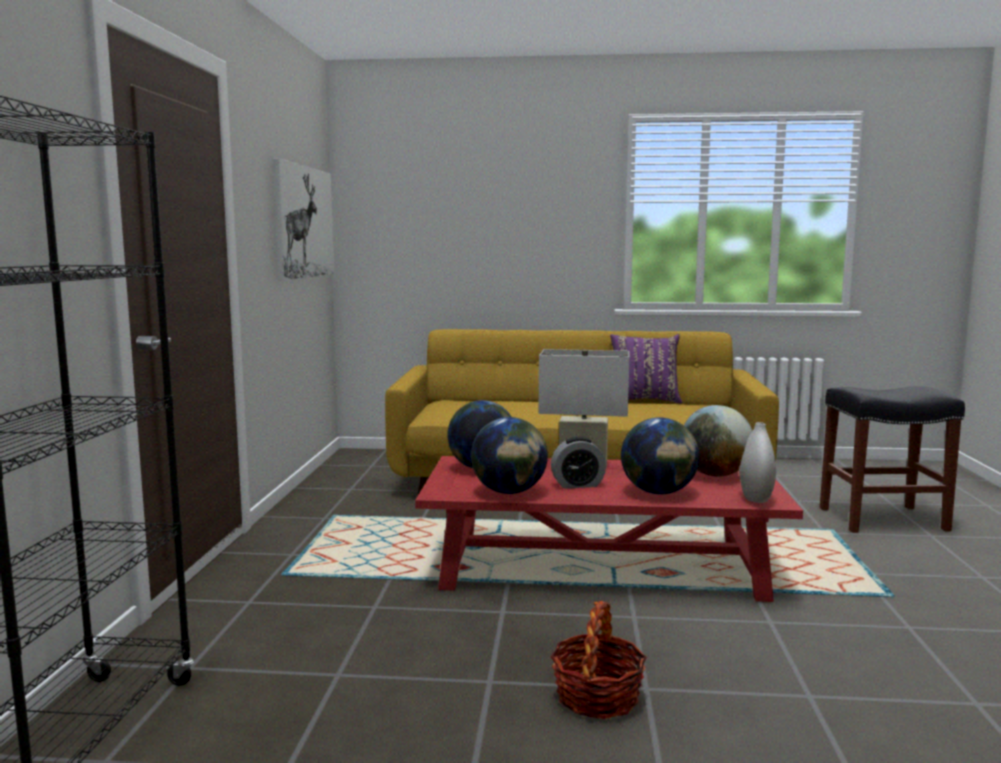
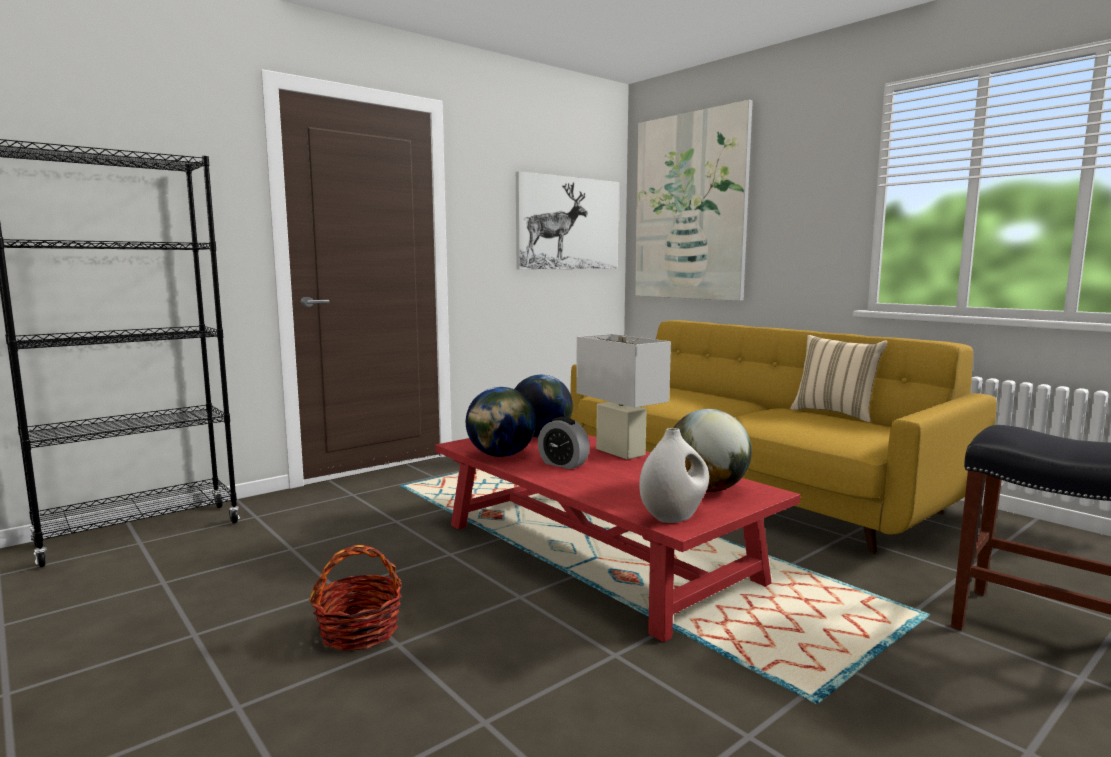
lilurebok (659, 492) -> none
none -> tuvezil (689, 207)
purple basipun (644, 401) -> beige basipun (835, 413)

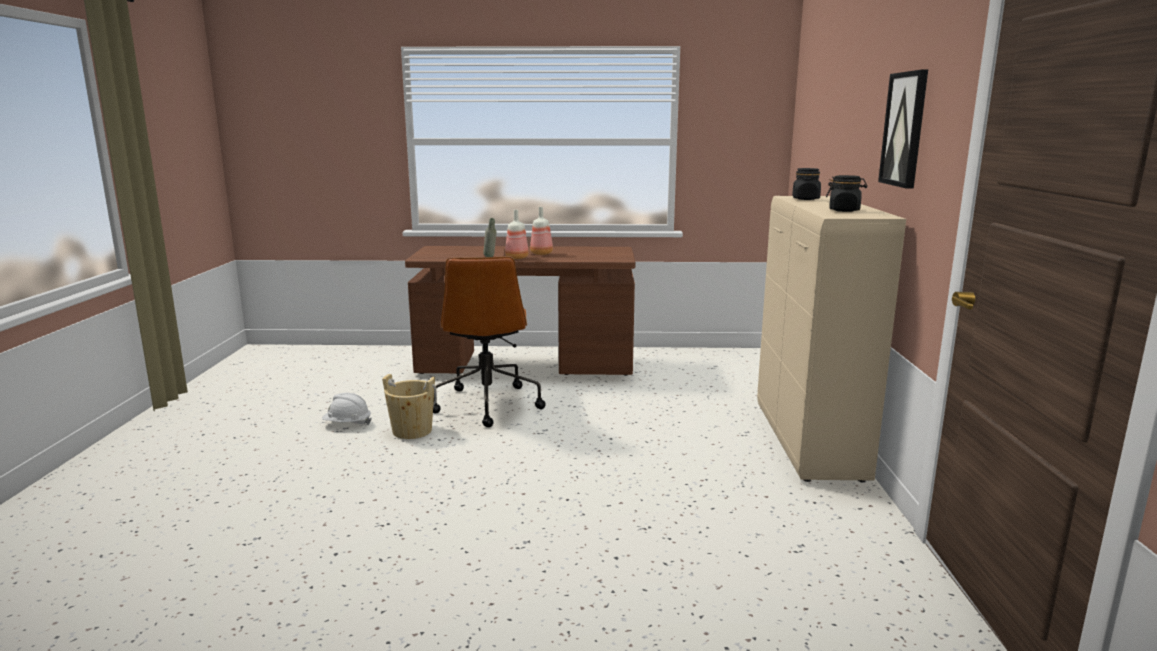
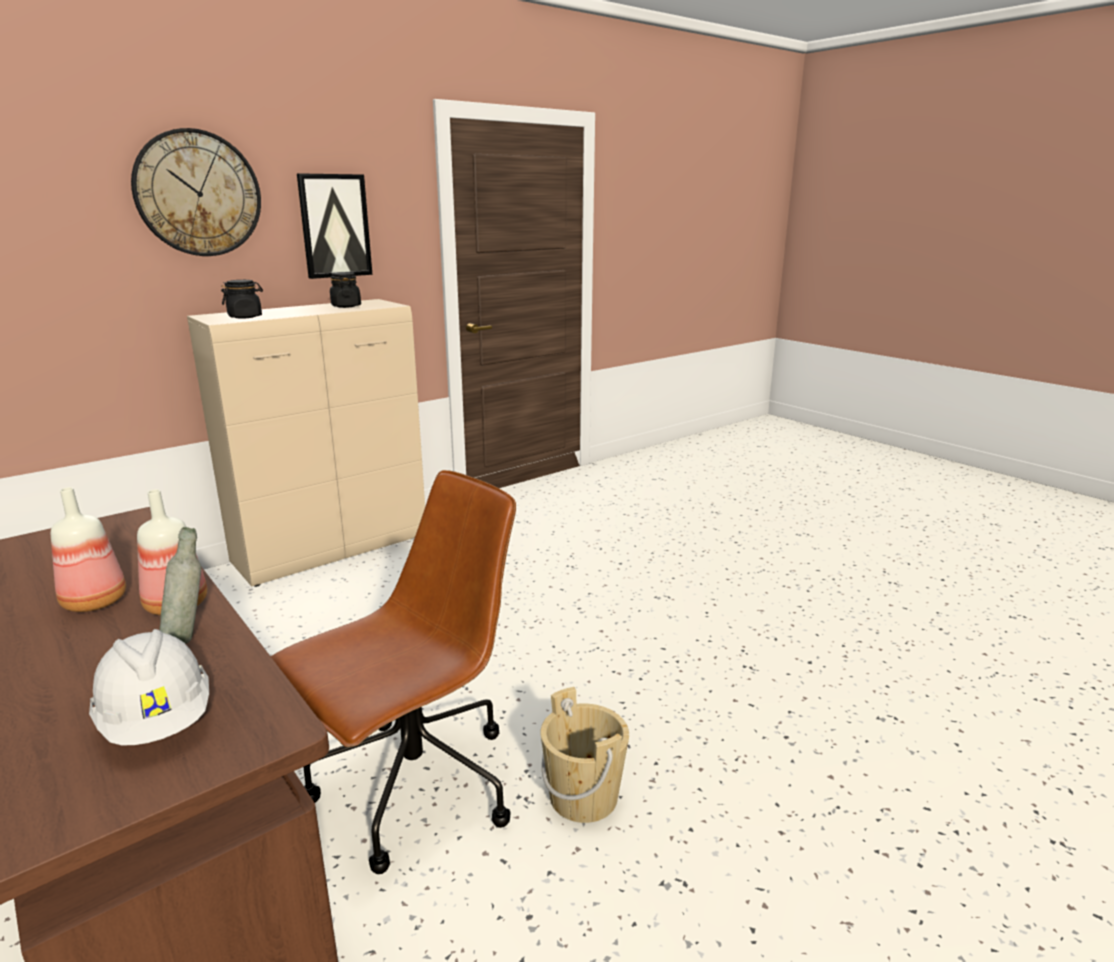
none -> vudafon (198, 194)
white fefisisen (347, 424) -> white fefisisen (157, 721), move

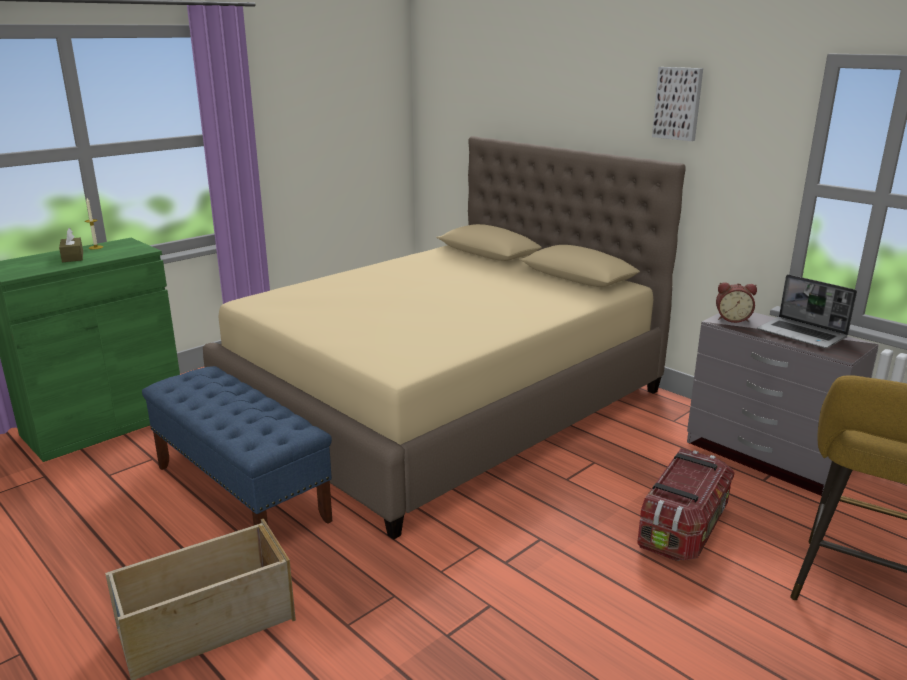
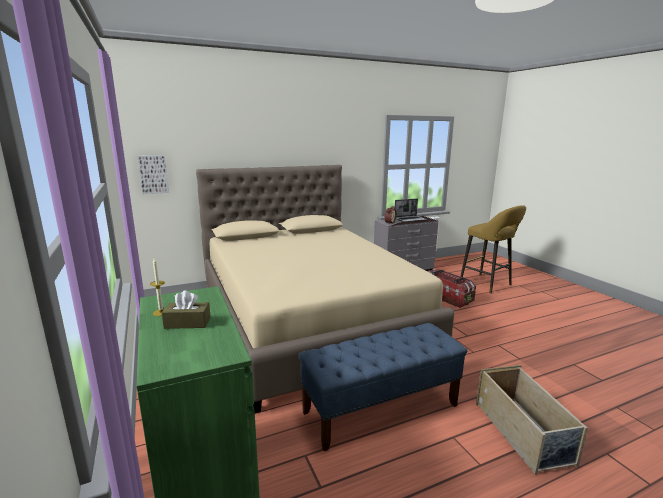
tuvezil (678, 103) -> tuvezil (153, 174), move

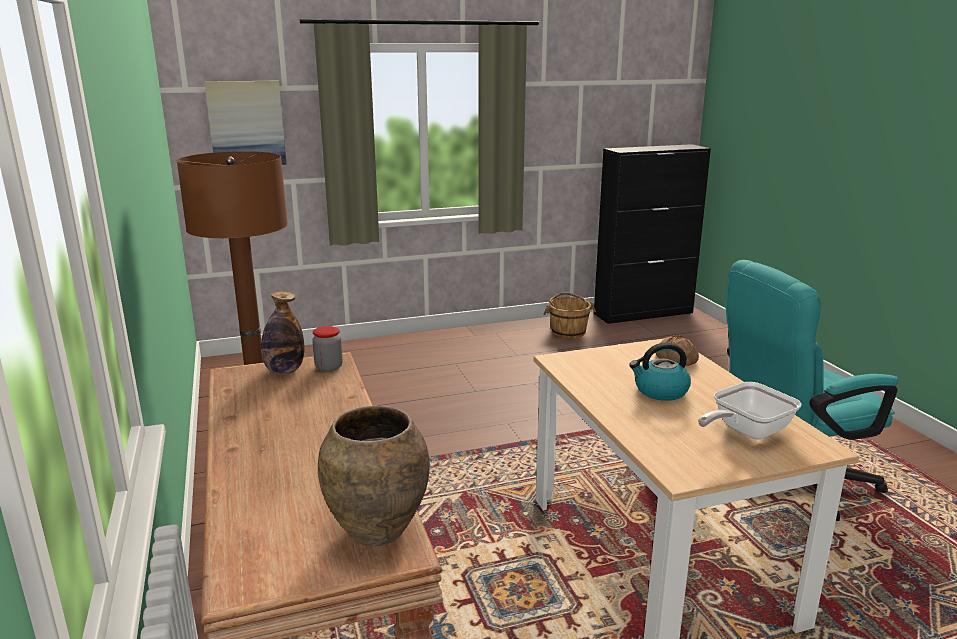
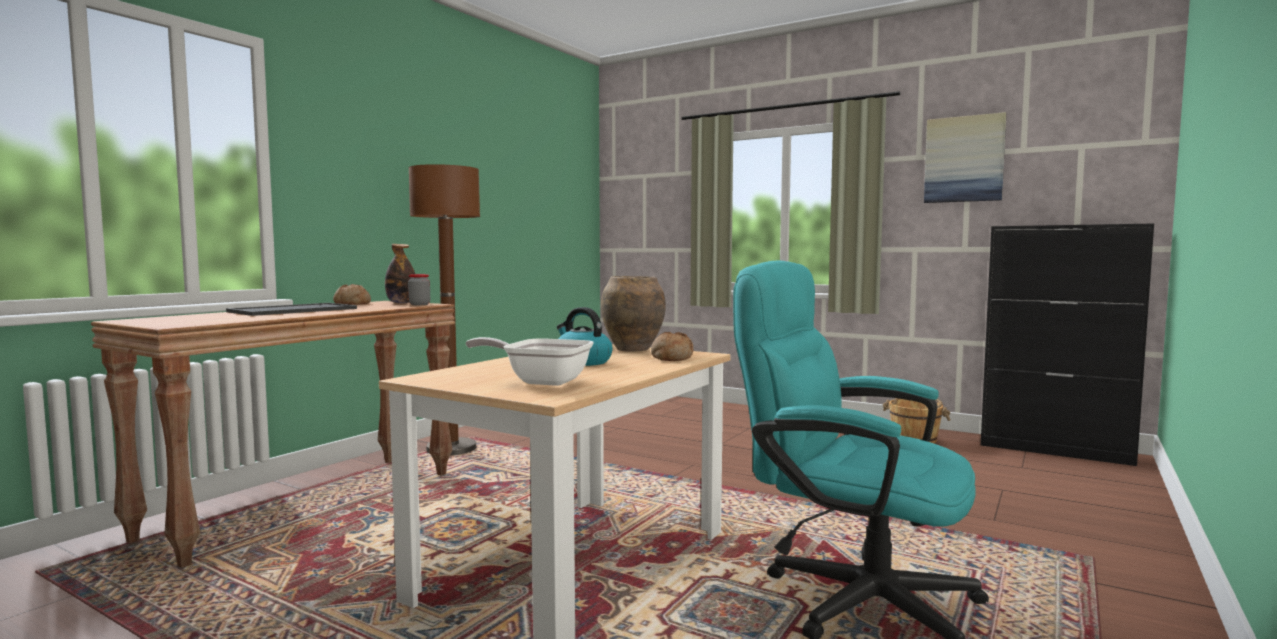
none -> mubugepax (293, 310)
none -> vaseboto (352, 304)
tuvezil (246, 124) -> tuvezil (964, 159), move
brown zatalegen (376, 530) -> brown zatalegen (632, 349), move

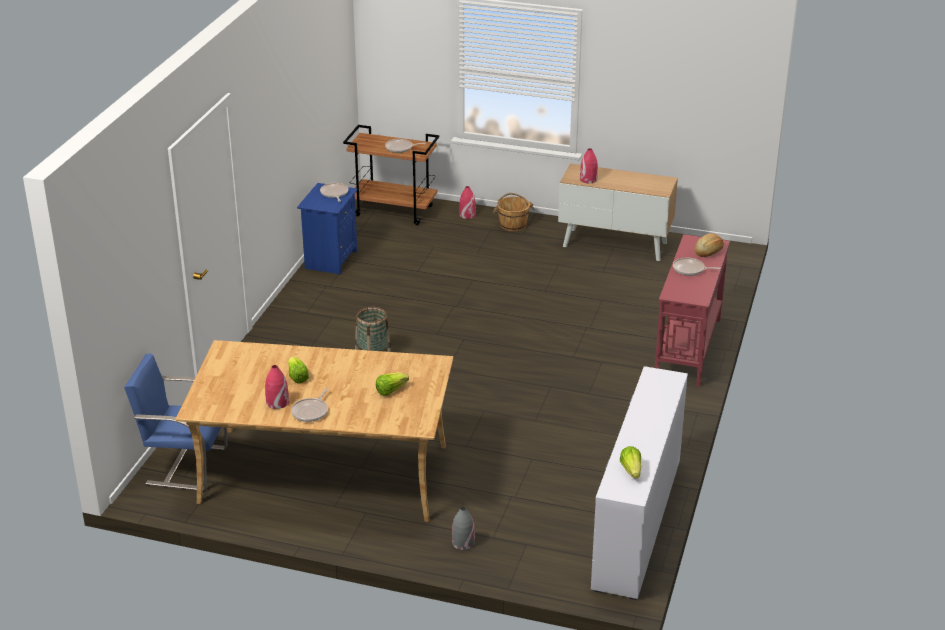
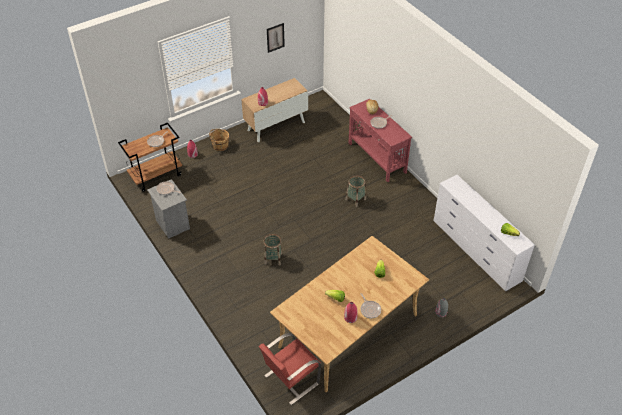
none -> tuvezil (275, 37)
none -> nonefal (355, 199)
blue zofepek (185, 465) -> red zofepek (290, 380)
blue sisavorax (330, 260) -> grey sisavorax (172, 225)

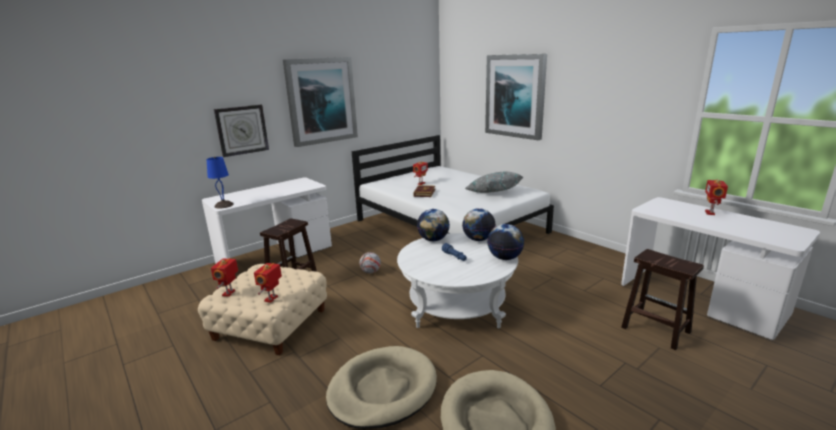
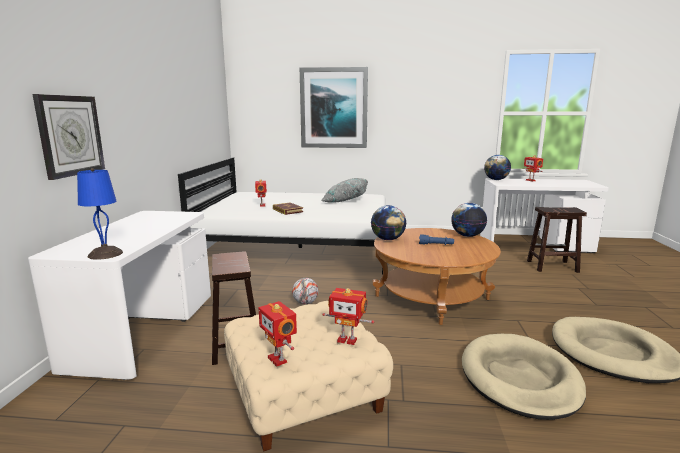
tuvezil (321, 101) -> none
lilurebok (478, 239) -> lilurebok (496, 180), move
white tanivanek (457, 305) -> brown tanivanek (432, 298)
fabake (272, 299) -> fabake (347, 340), 45 degrees counterclockwise

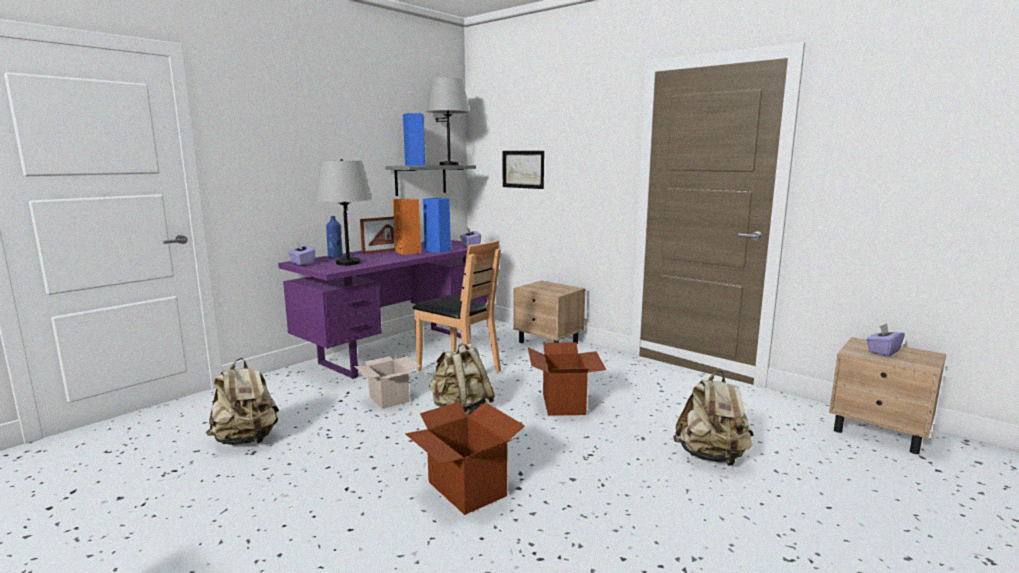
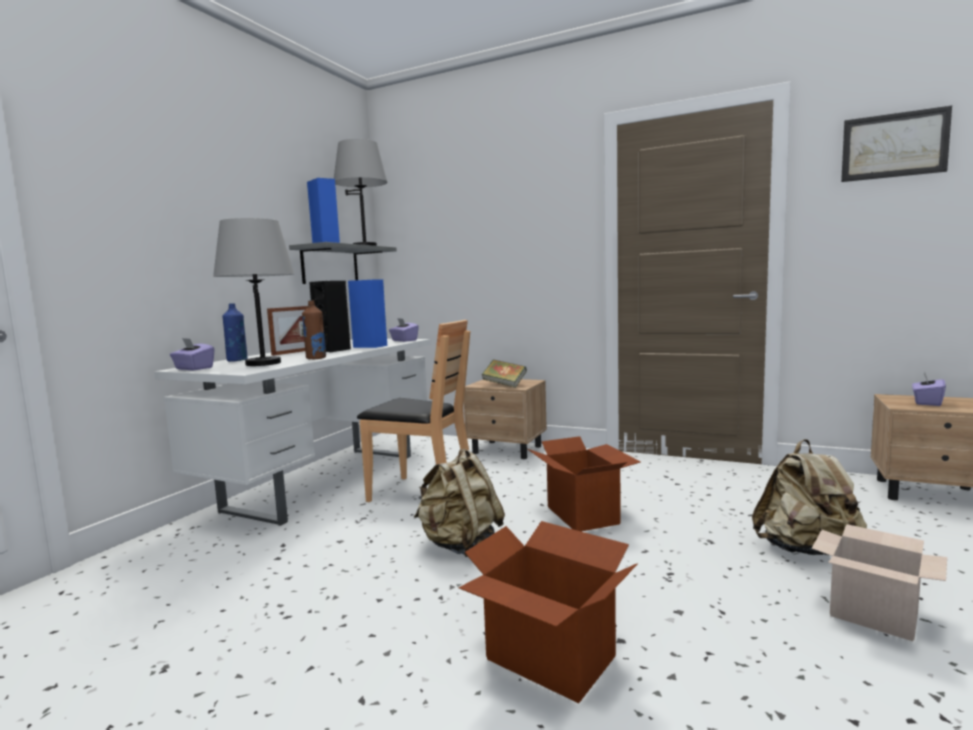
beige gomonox (247, 440) -> none
none -> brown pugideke (316, 358)
none -> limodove (504, 385)
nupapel (390, 399) -> nupapel (876, 614), move
tuvezil (523, 169) -> tuvezil (894, 145), move
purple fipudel (399, 350) -> white fipudel (326, 480)
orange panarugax (408, 252) -> black panarugax (334, 350)

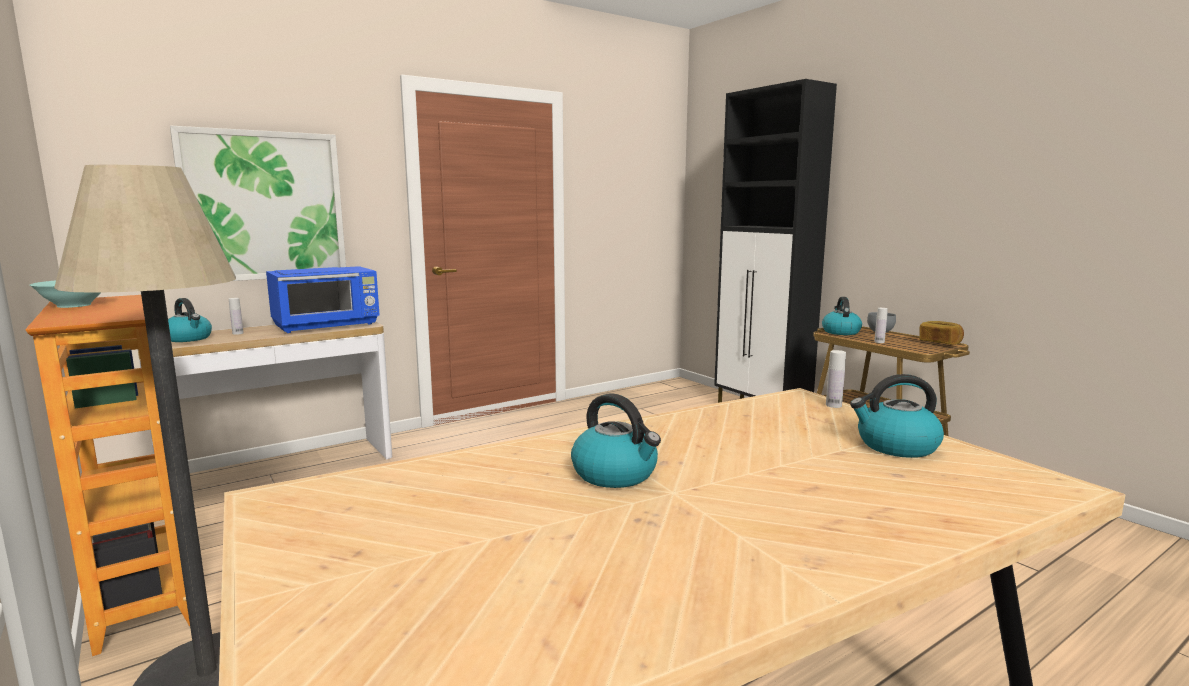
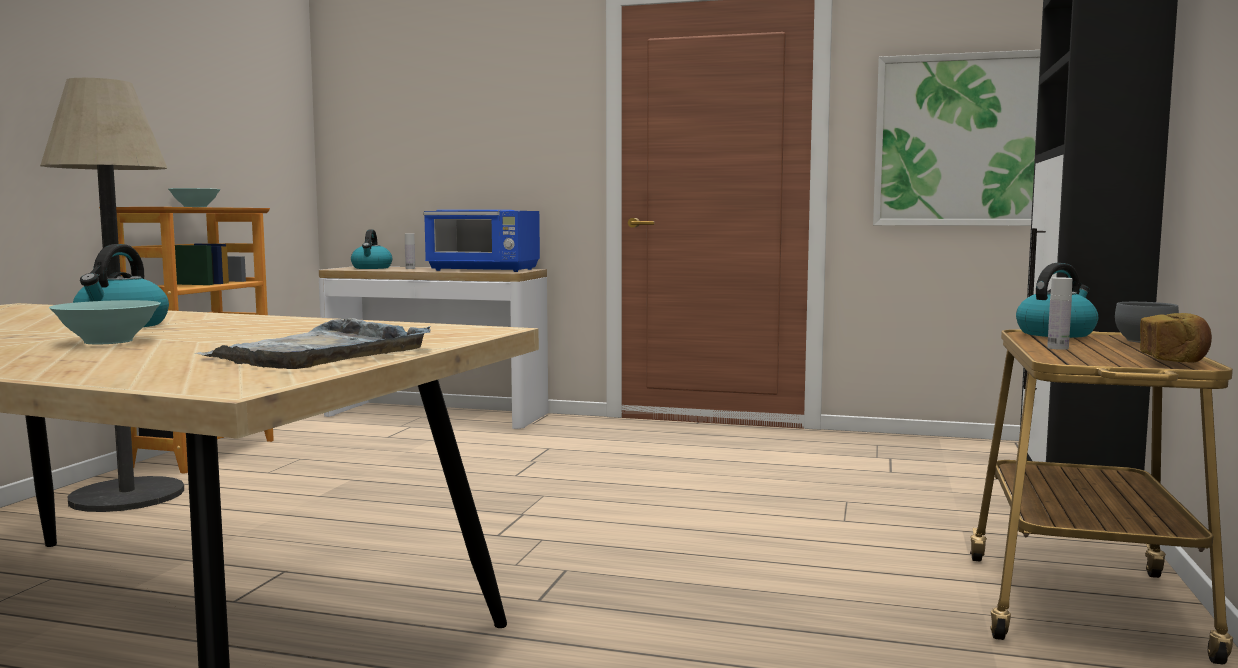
white pugideke (833, 405) -> none
none -> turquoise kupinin (109, 341)
tuvezil (264, 206) -> tuvezil (963, 140), move
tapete (896, 446) -> grey mubugepax (319, 353)

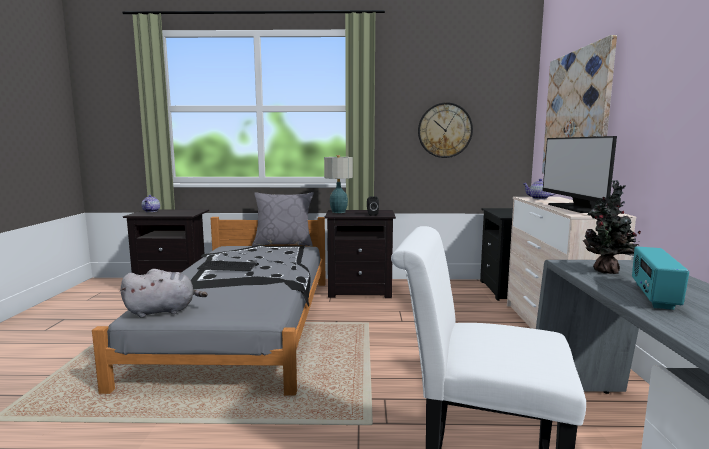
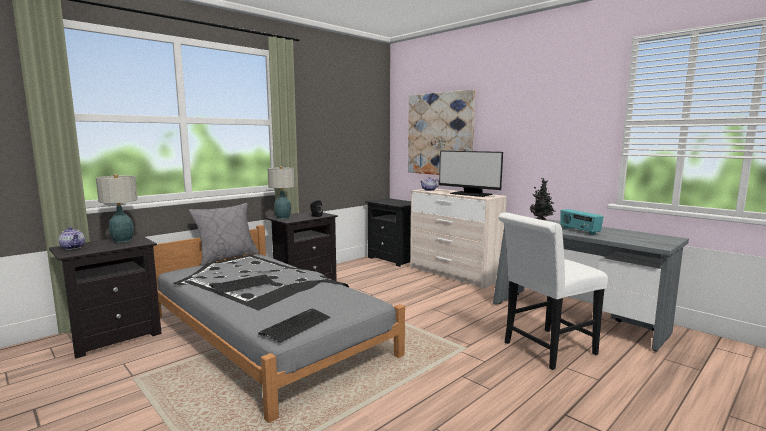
vudafon (445, 130) -> none
none -> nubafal (122, 240)
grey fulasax (163, 311) -> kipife (296, 326)

